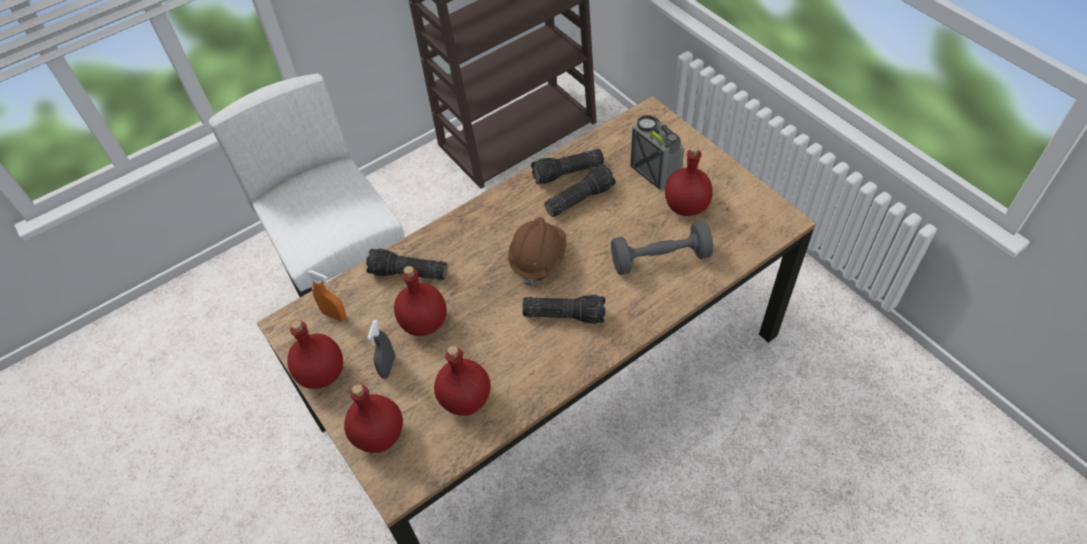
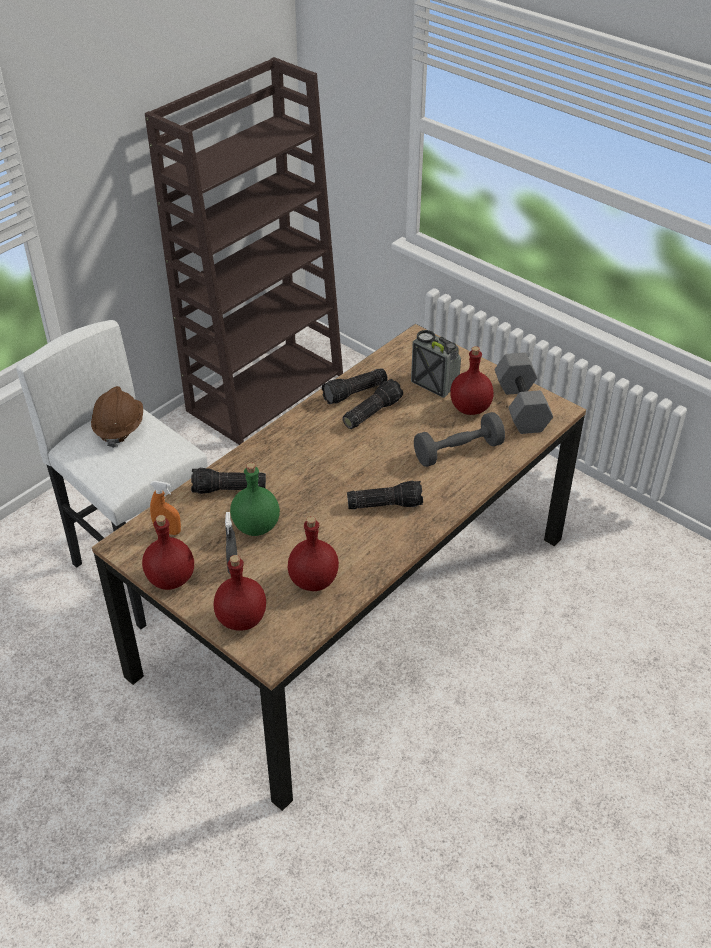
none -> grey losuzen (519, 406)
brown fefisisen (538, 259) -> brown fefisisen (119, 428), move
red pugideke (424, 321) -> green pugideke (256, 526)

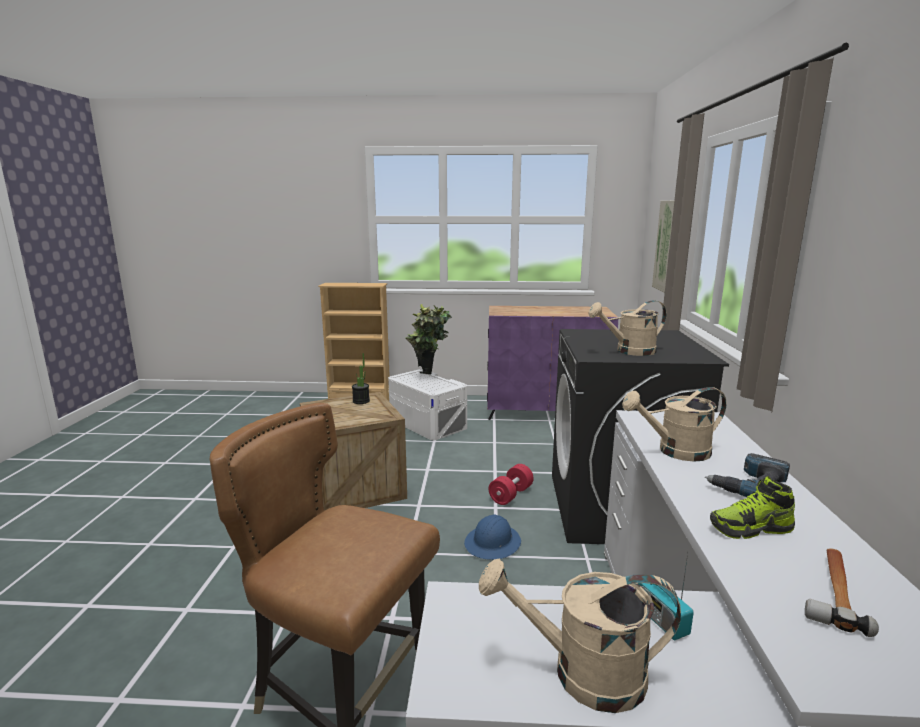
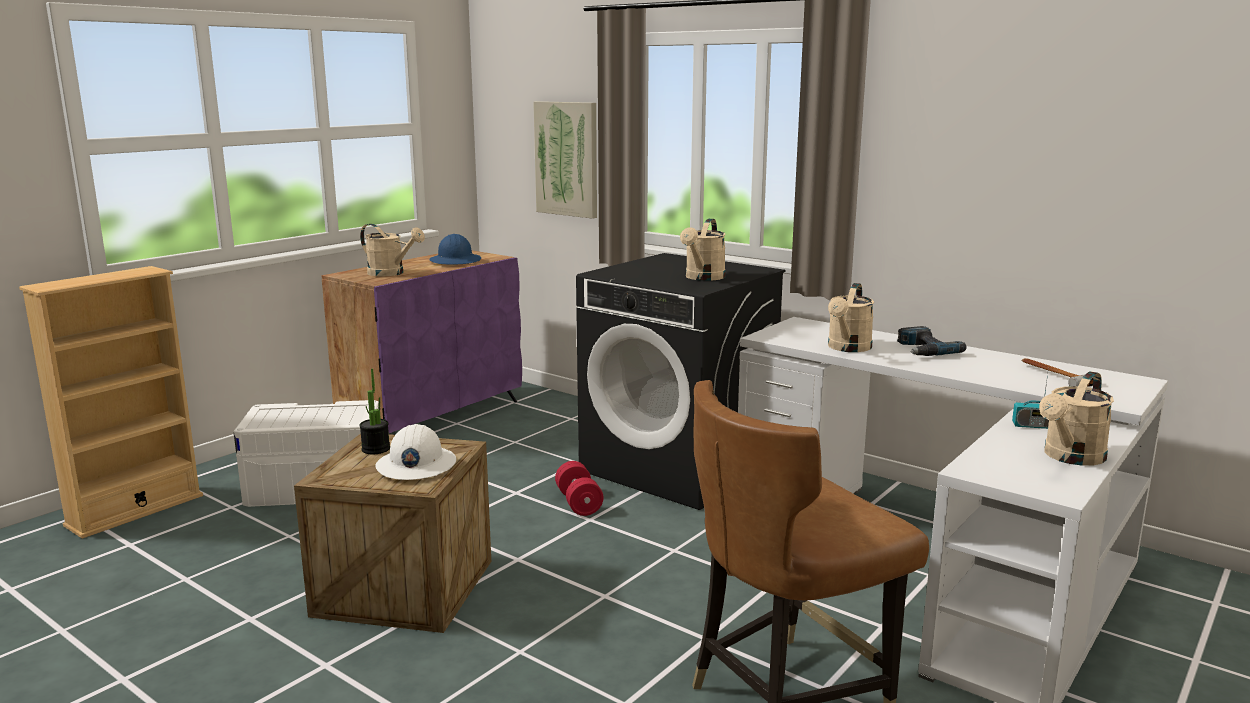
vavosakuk (428, 378) -> none
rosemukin (750, 528) -> none
none -> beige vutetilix (391, 273)
none -> white fefisisen (416, 466)
blue fefisisen (493, 543) -> blue fefisisen (455, 261), move

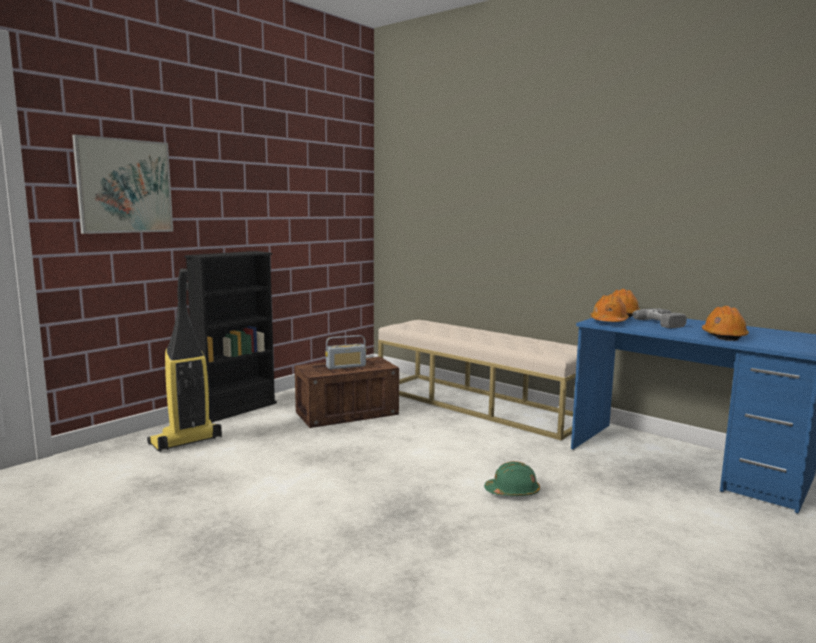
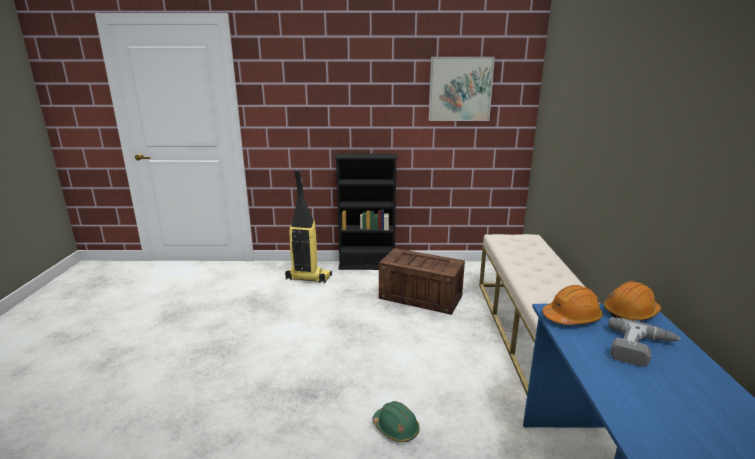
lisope (346, 366) -> none
orange fefisisen (723, 336) -> none
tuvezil (125, 186) -> tuvezil (460, 89), move

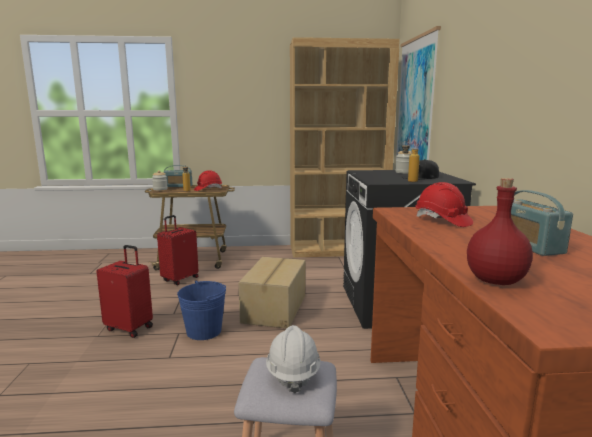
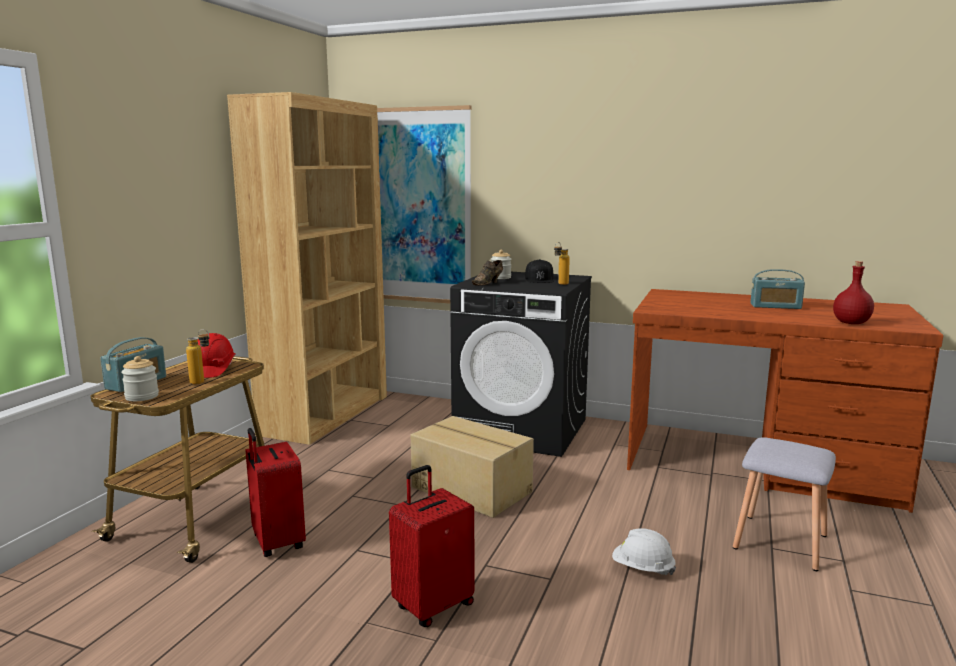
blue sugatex (204, 331) -> none
red fefisisen (442, 221) -> none
none -> brown rosemukin (488, 283)
white fefisisen (293, 373) -> white fefisisen (642, 569), move

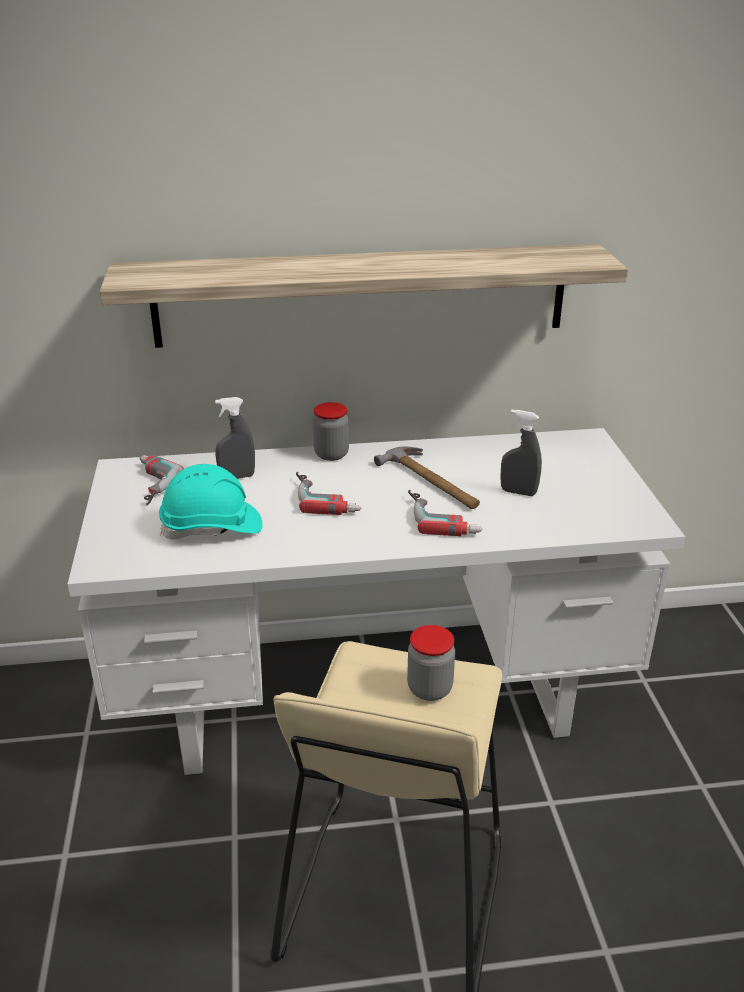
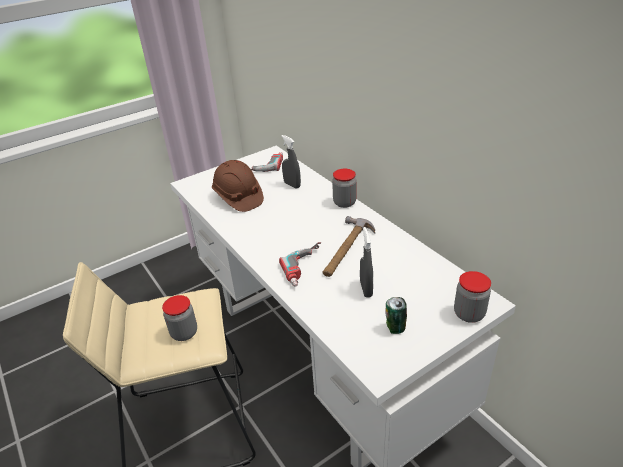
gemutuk (361, 295) -> none
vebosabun (327, 497) -> none
none -> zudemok (395, 328)
none -> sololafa (469, 314)
turquoise fefisisen (212, 527) -> brown fefisisen (238, 197)

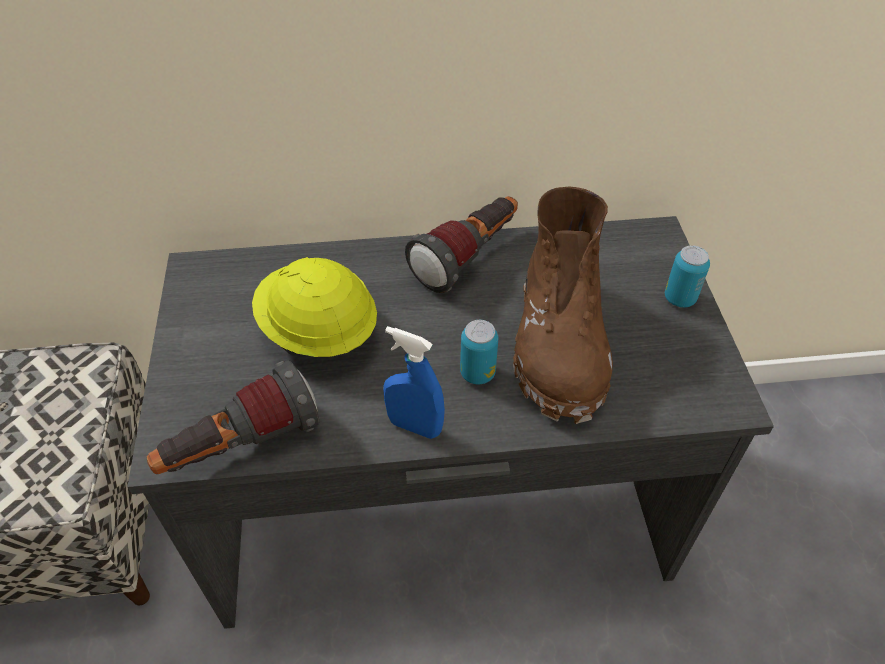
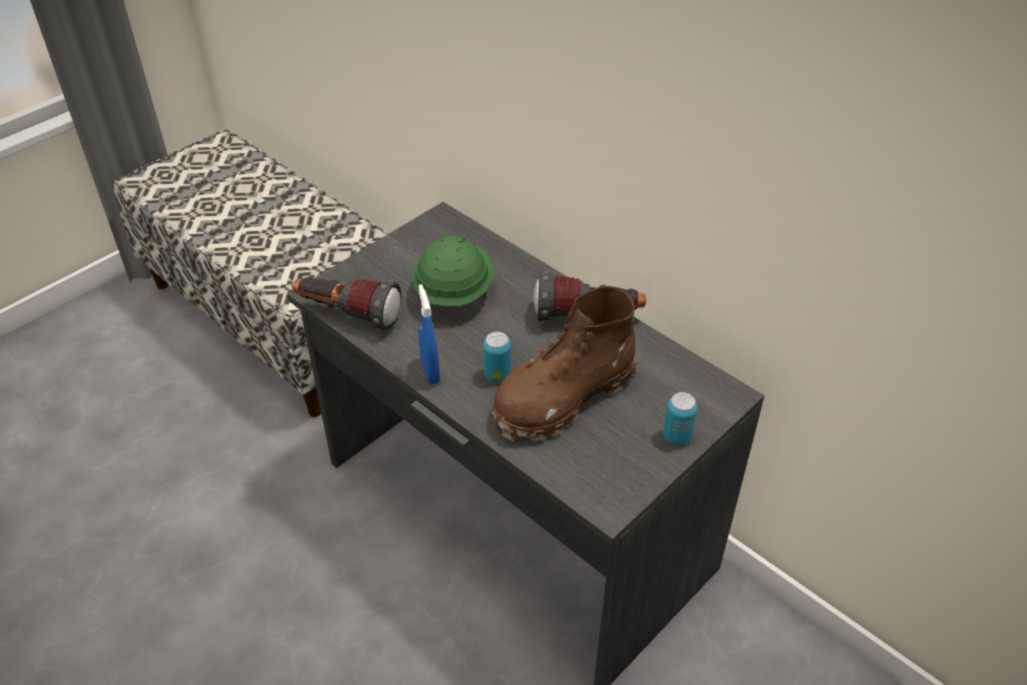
yellow fefisisen (318, 332) -> green fefisisen (453, 293)

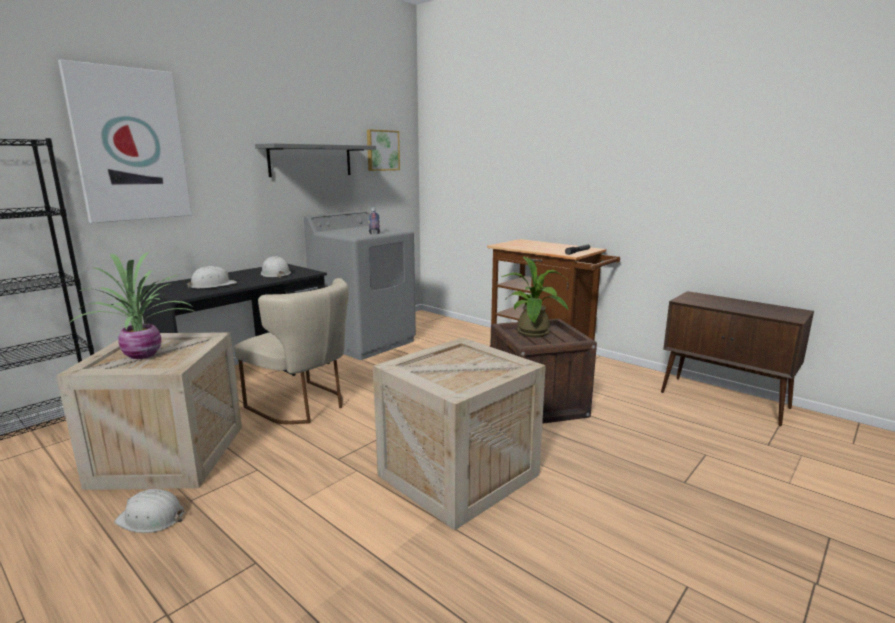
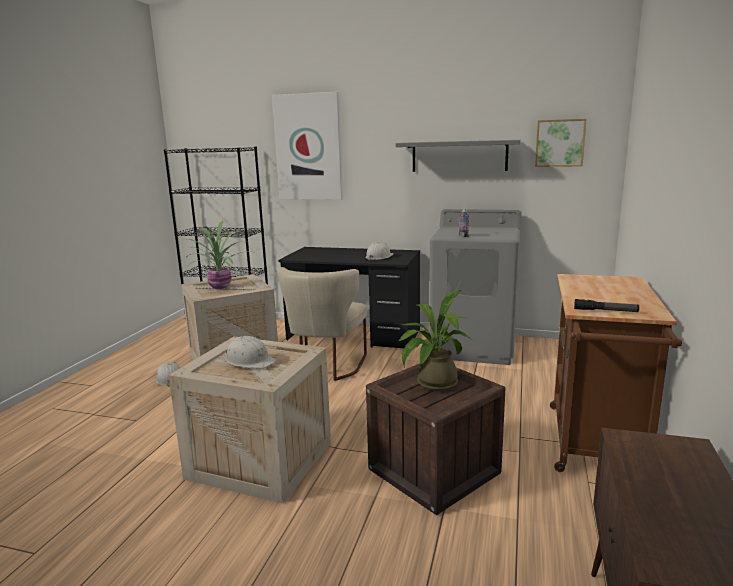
white fefisisen (212, 285) -> white fefisisen (250, 361), move

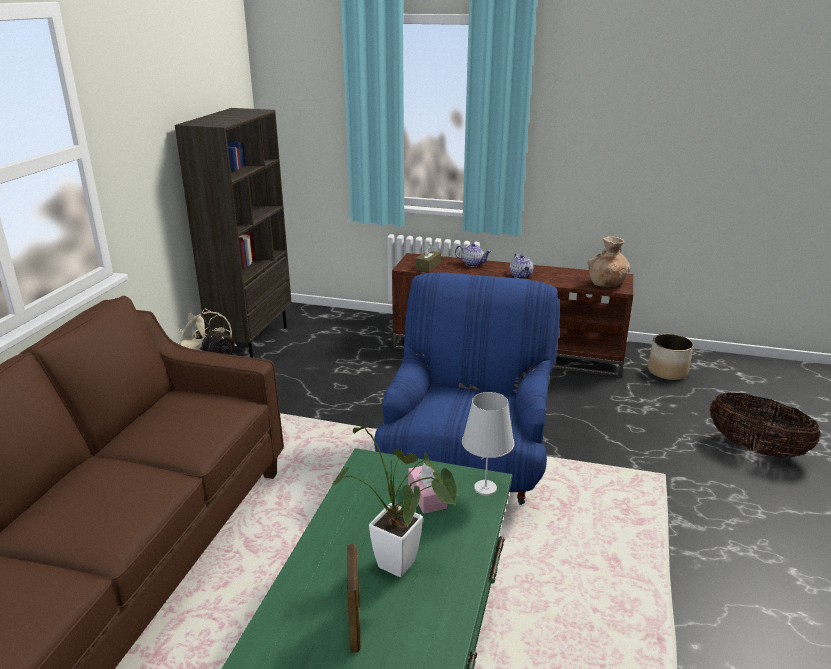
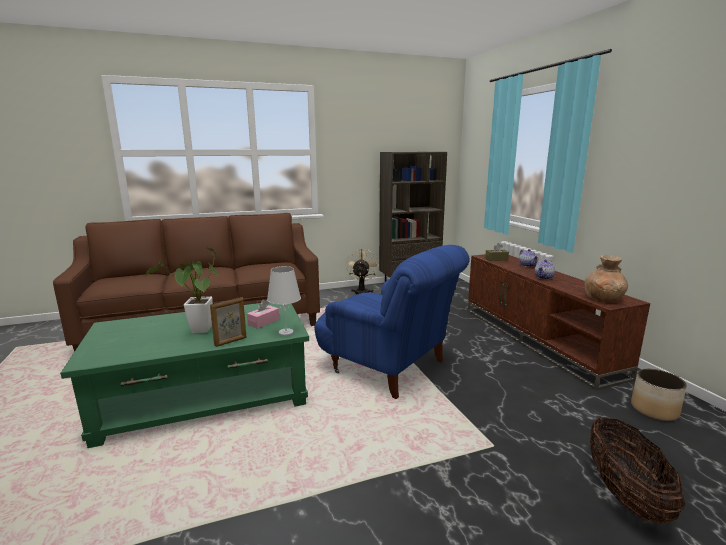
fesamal (355, 627) -> fesamal (231, 341), move
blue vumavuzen (467, 465) -> blue vumavuzen (389, 367), 60 degrees clockwise

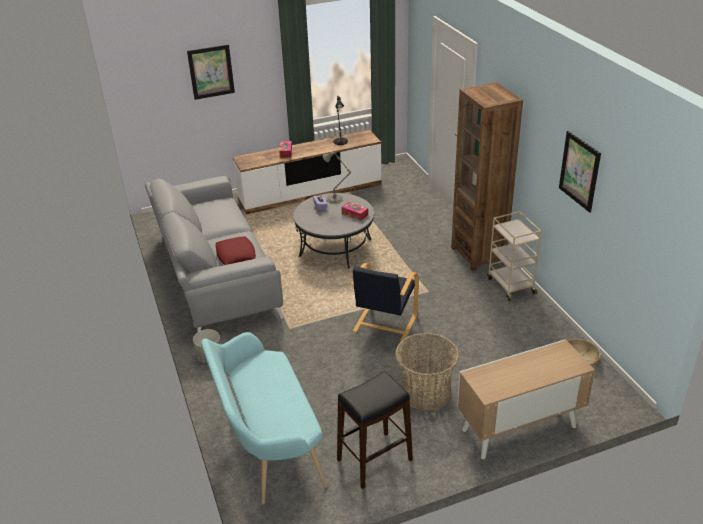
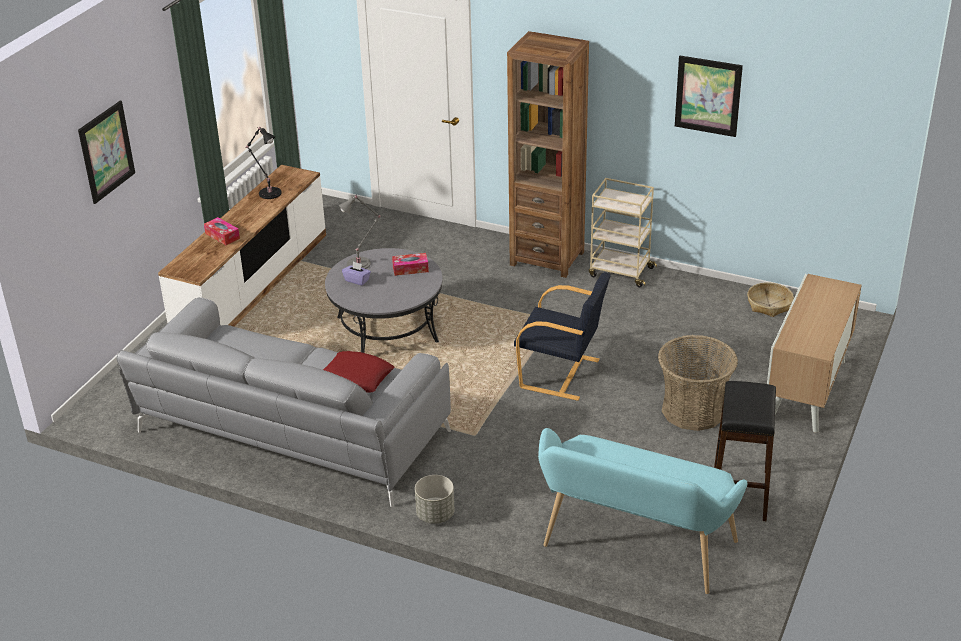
black vumavuzen (384, 324) -> black vumavuzen (561, 374), 45 degrees counterclockwise

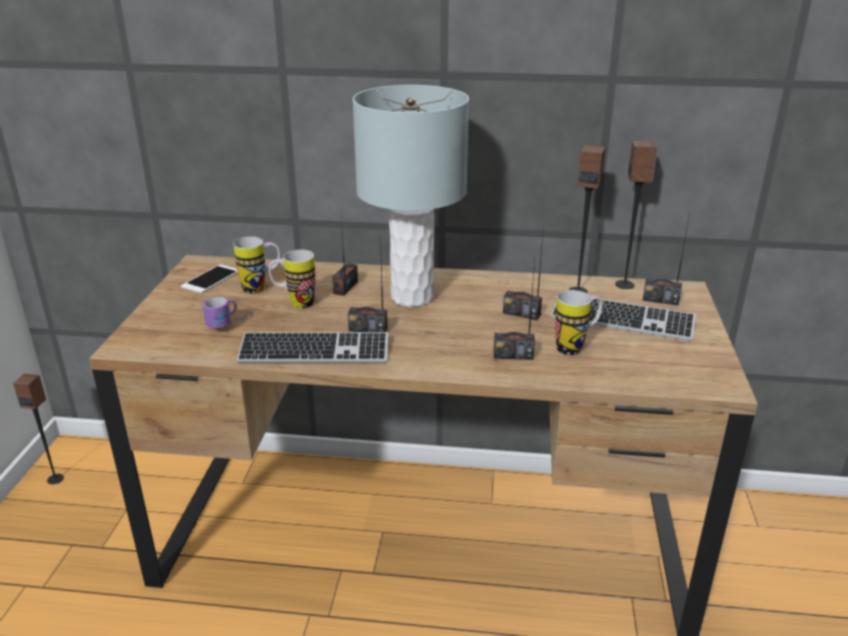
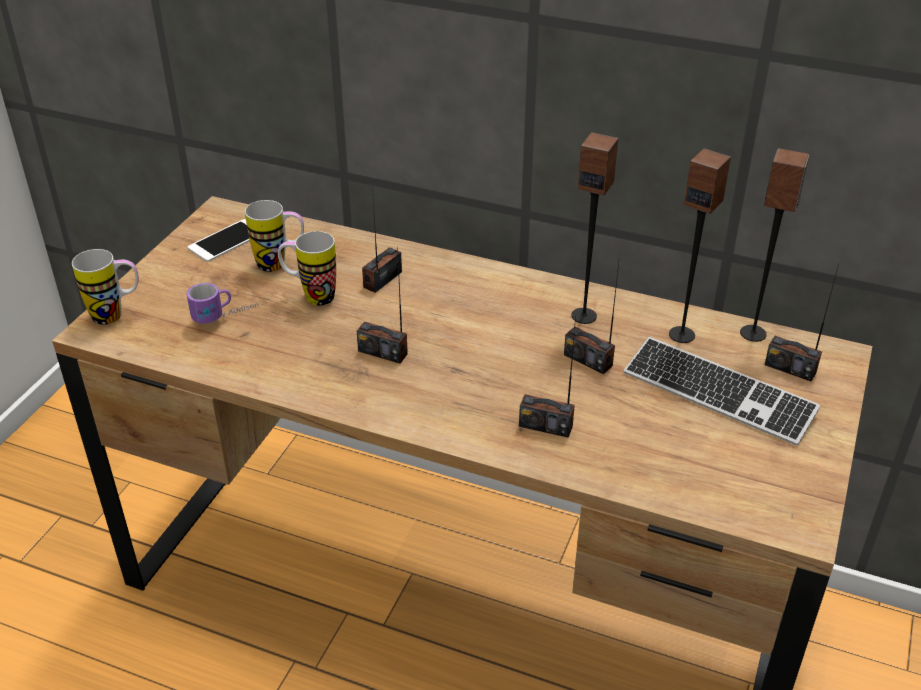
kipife (314, 352) -> none
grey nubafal (411, 297) -> none
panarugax (55, 479) -> panarugax (584, 315), move
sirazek (576, 347) -> sirazek (117, 315), move

